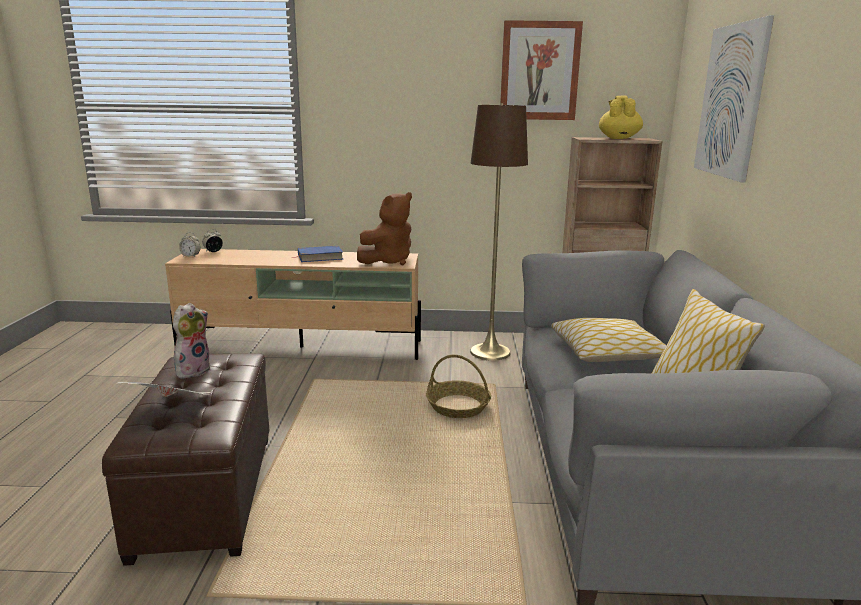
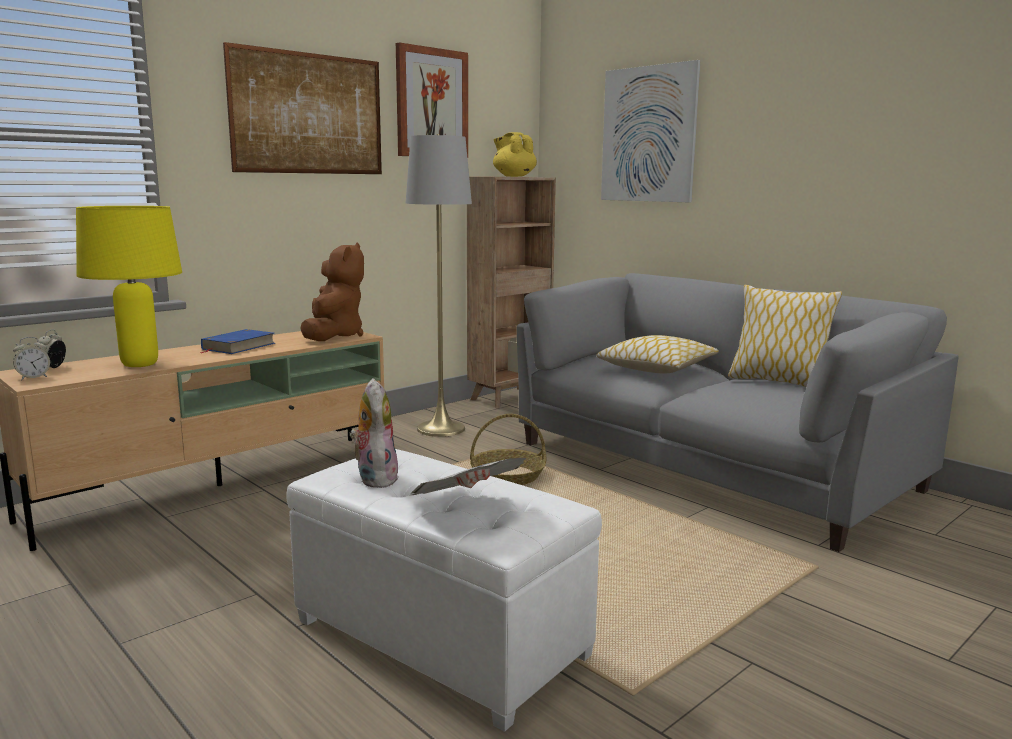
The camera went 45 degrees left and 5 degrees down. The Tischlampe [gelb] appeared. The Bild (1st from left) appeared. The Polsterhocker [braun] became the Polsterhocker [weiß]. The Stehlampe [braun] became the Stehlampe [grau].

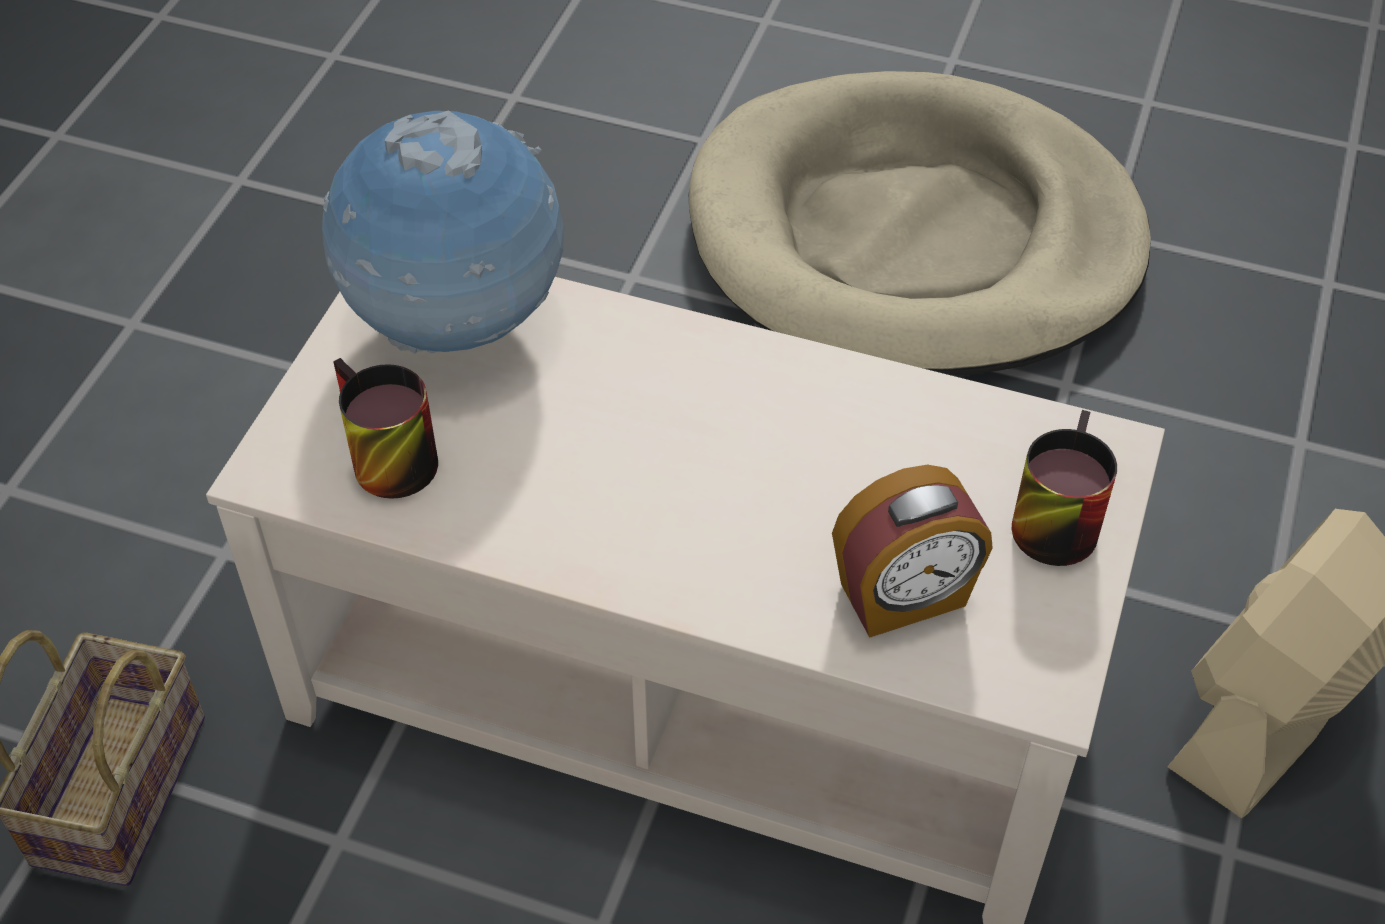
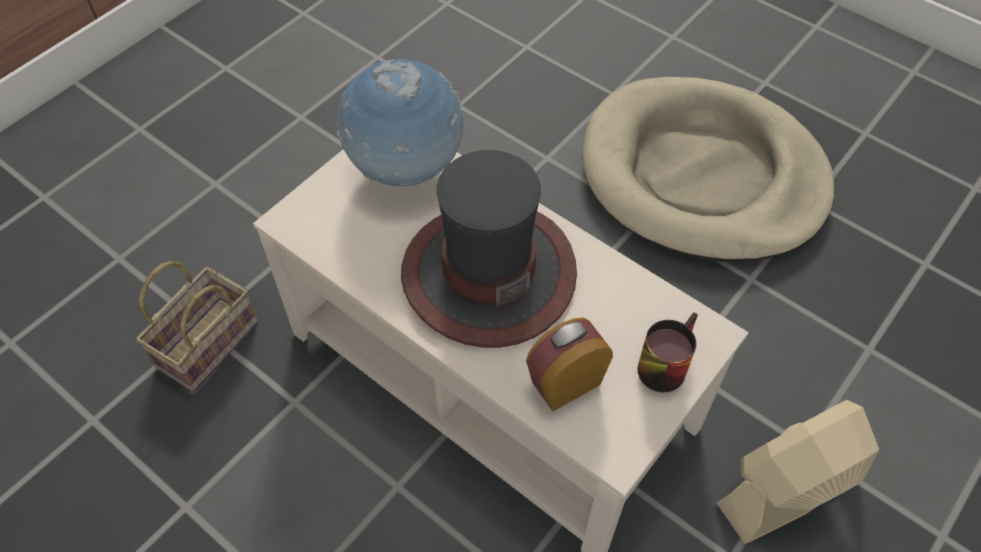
The camera went 20 degrees right and 5 degrees up. The Henkelbecher (1st from left) disappeared. The Hut appeared. The Wecker turned 150 degrees clockwise.

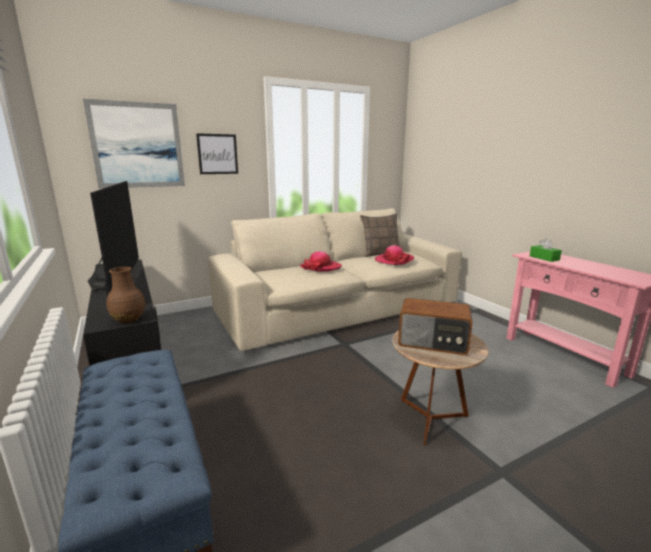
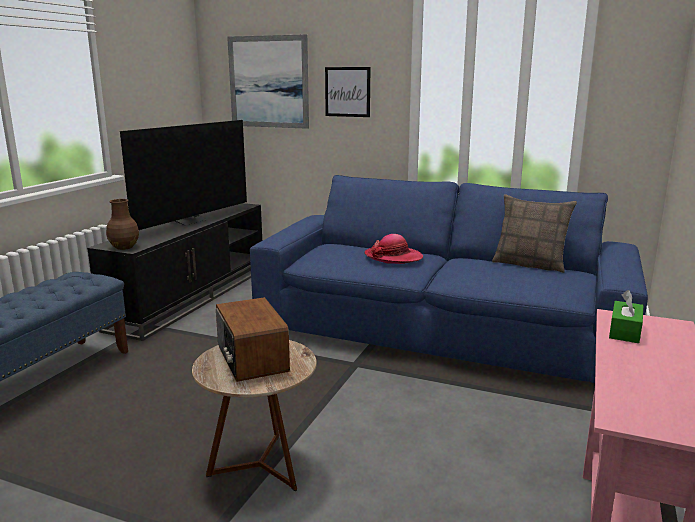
The camera went 50 degrees right and 0 degrees up. The Hut (2nd from left) disappeared. The Sofa [beige] became the Sofa [blau].

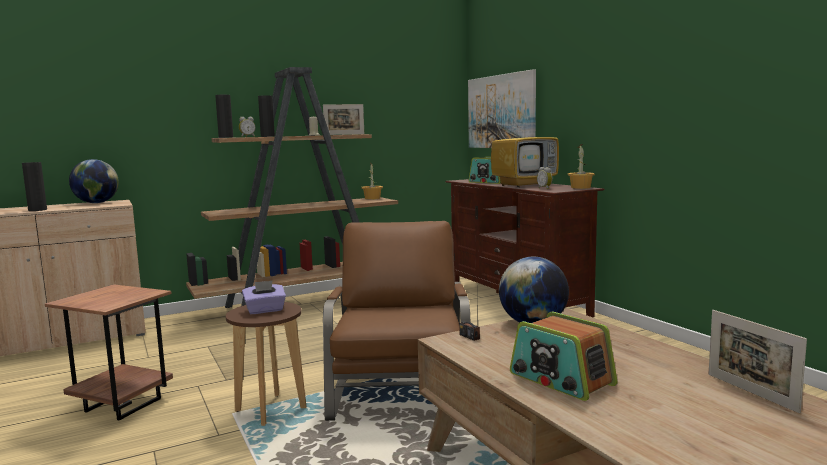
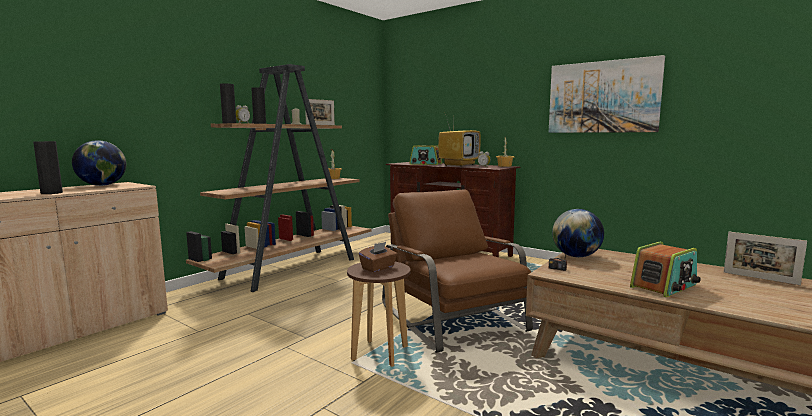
The camera went 25 degrees left and 0 degrees up. The Beistelltisch [braun] disappeared. The Bild moved. The Taschentuchbox [lila] became the Taschentuchbox [braun]. The Radio (3rd from left) turned 60 degrees counterclockwise.

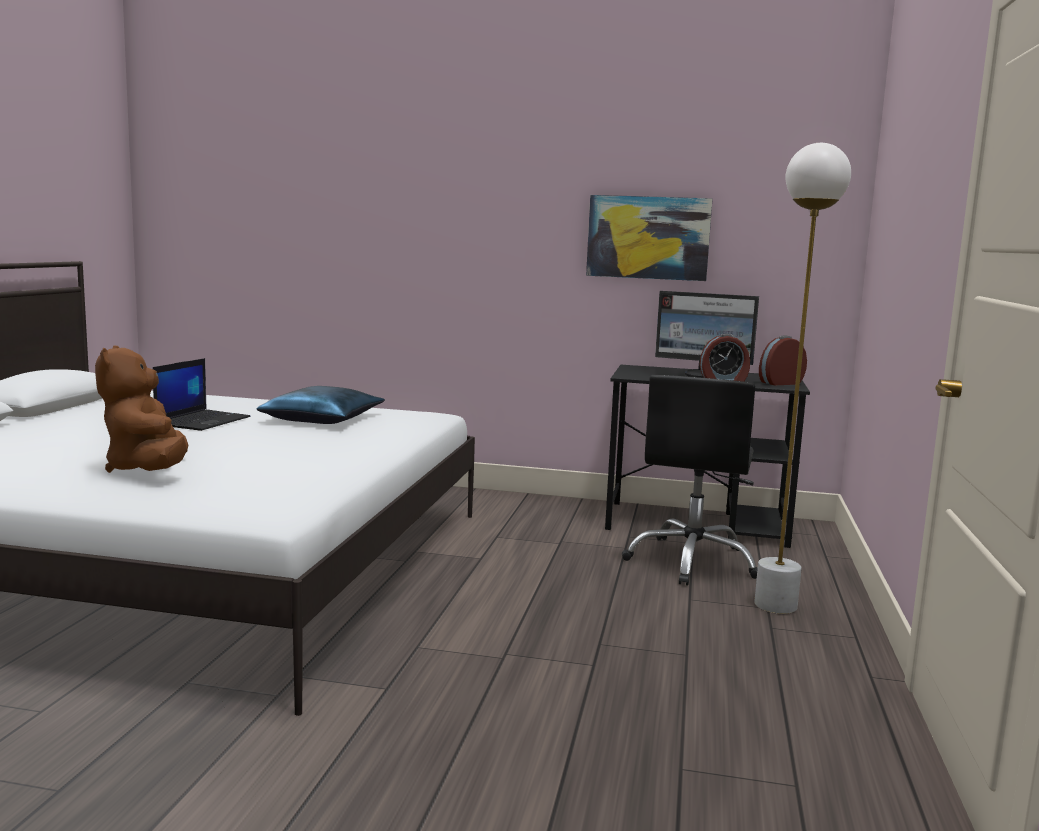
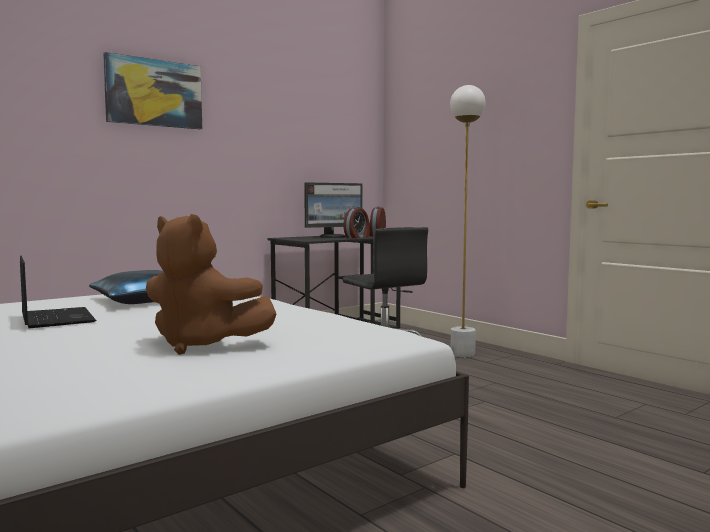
The camera went 50 degrees left and 5 degrees down. The Bild moved.

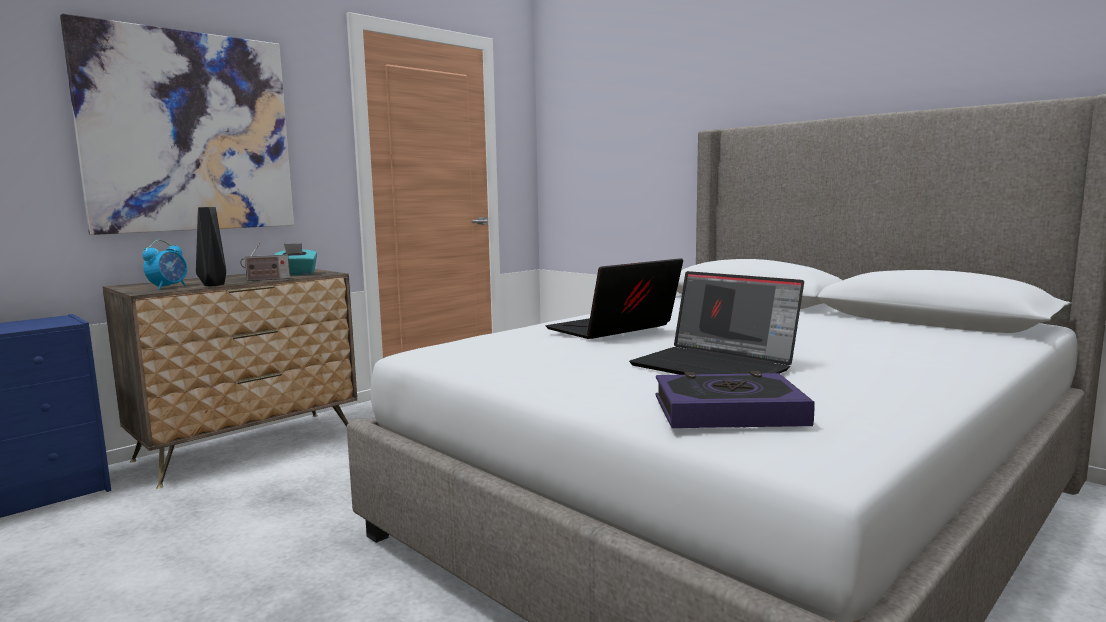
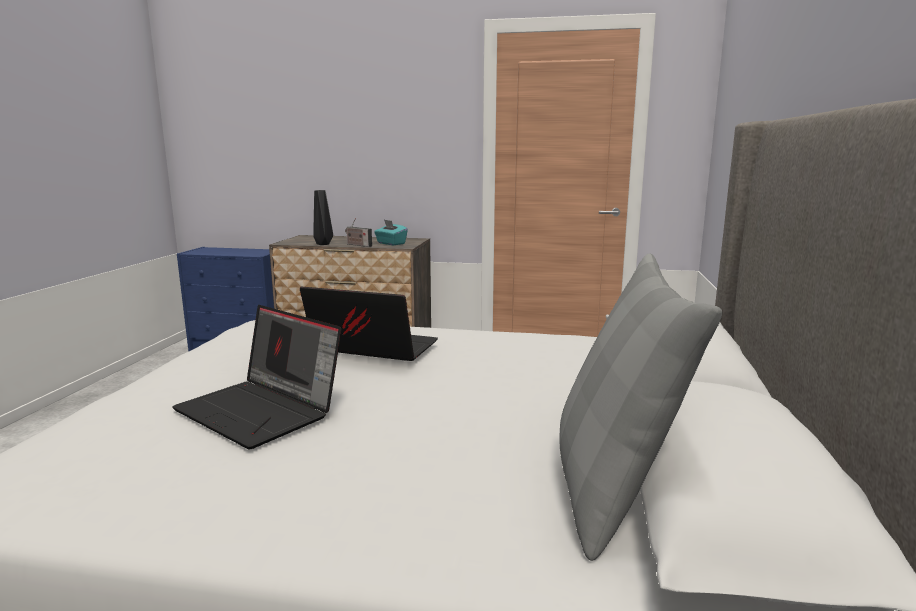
The camera went 55 degrees right and 5 degrees up. The Bild disappeared. The Wecker disappeared. The Buch disappeared. The Kissen [grau] appeared. The Laptop (2nd from left in the first image) turned 60 degrees counterclockwise.

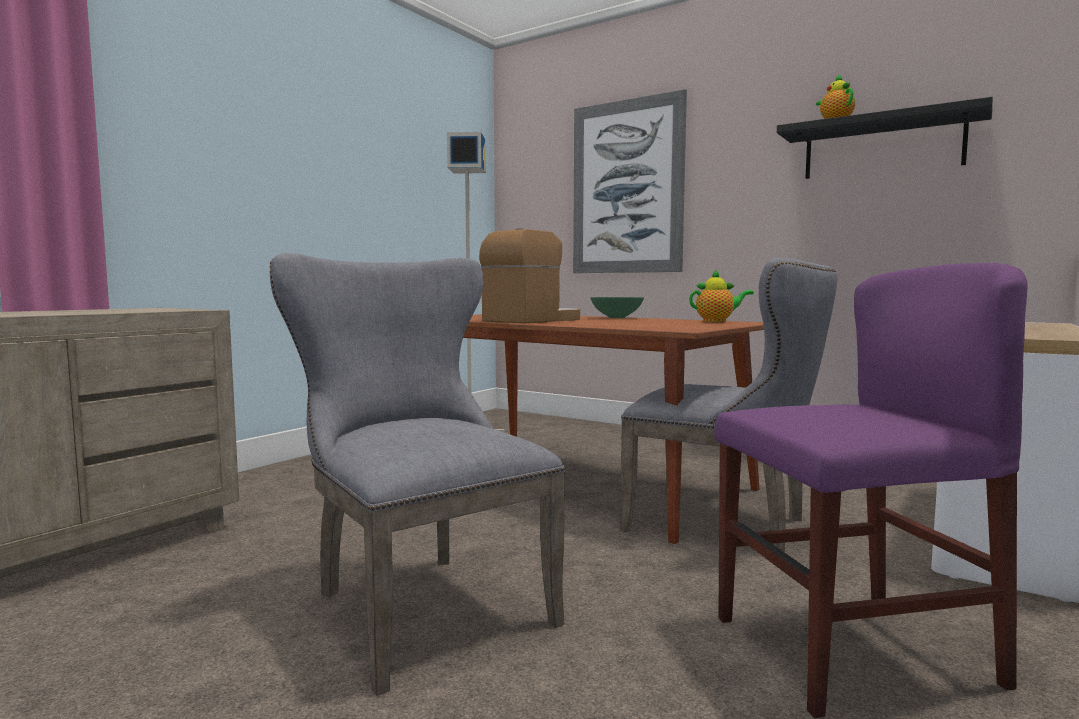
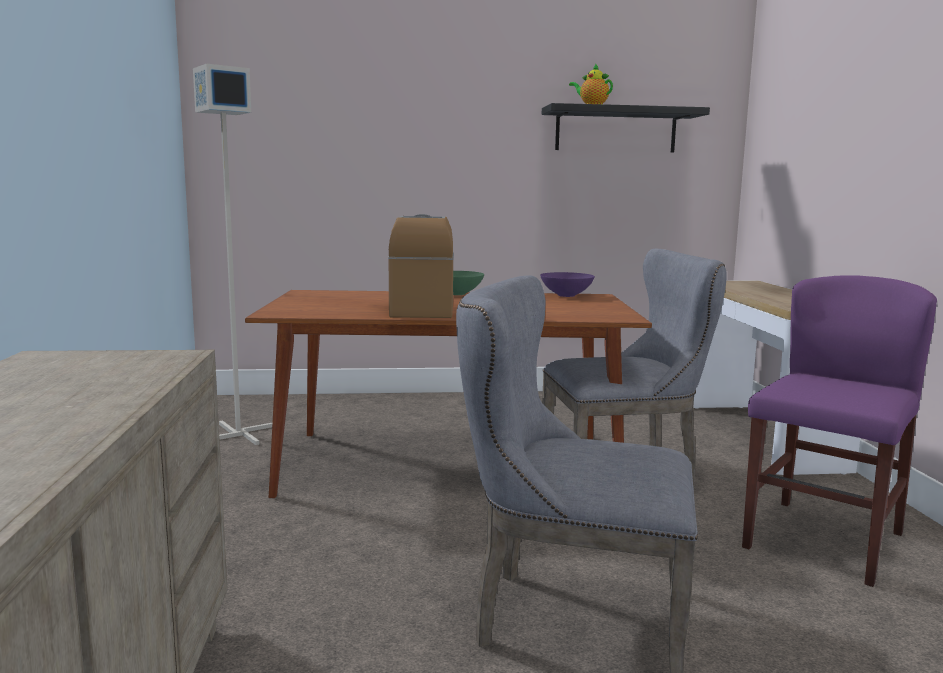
The camera went 40 degrees left and 5 degrees up. The Bild disappeared. The Teekanne (1st from left) was replaced by the Schüssel [lila].

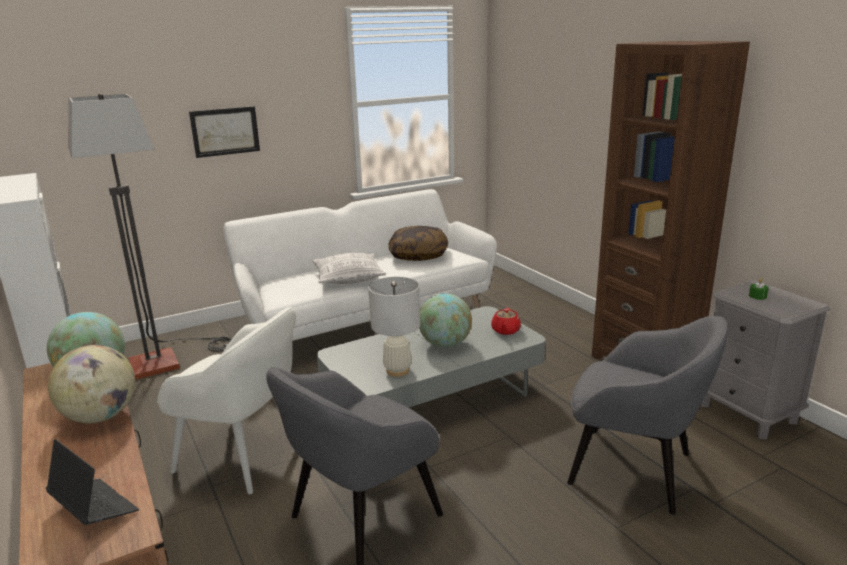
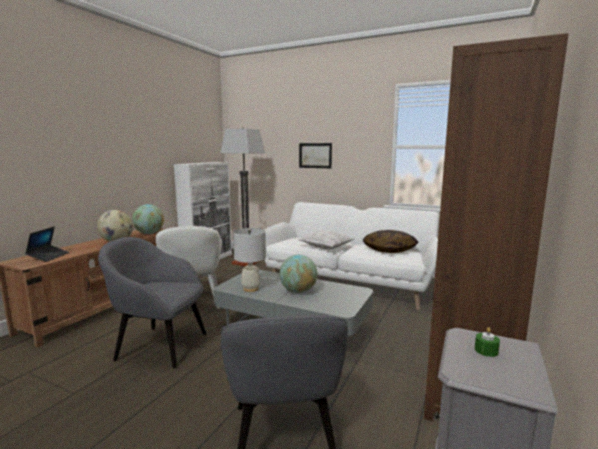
The camera went 55 degrees right and 10 degrees down. The Teekanne [rot] disappeared.

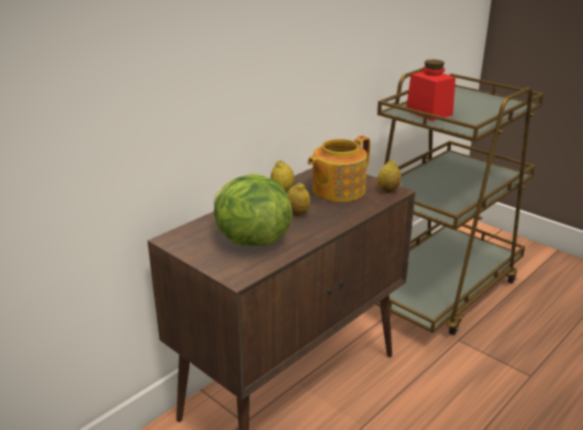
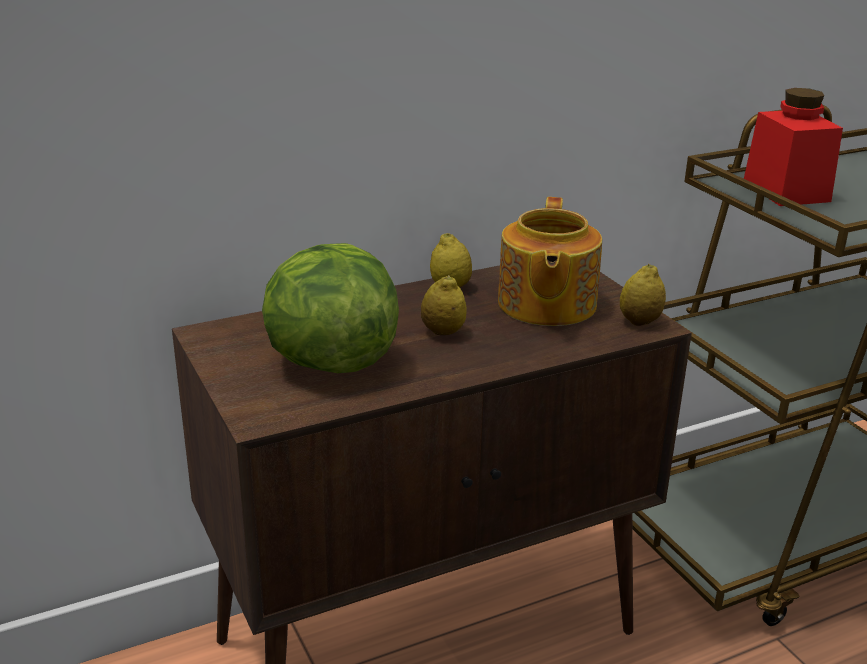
The camera went 20 degrees right and 0 degrees up. The Teekanne turned 60 degrees counterclockwise.

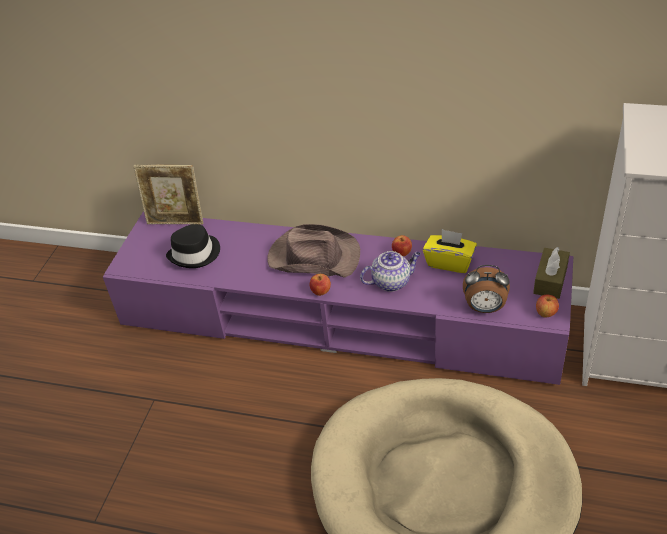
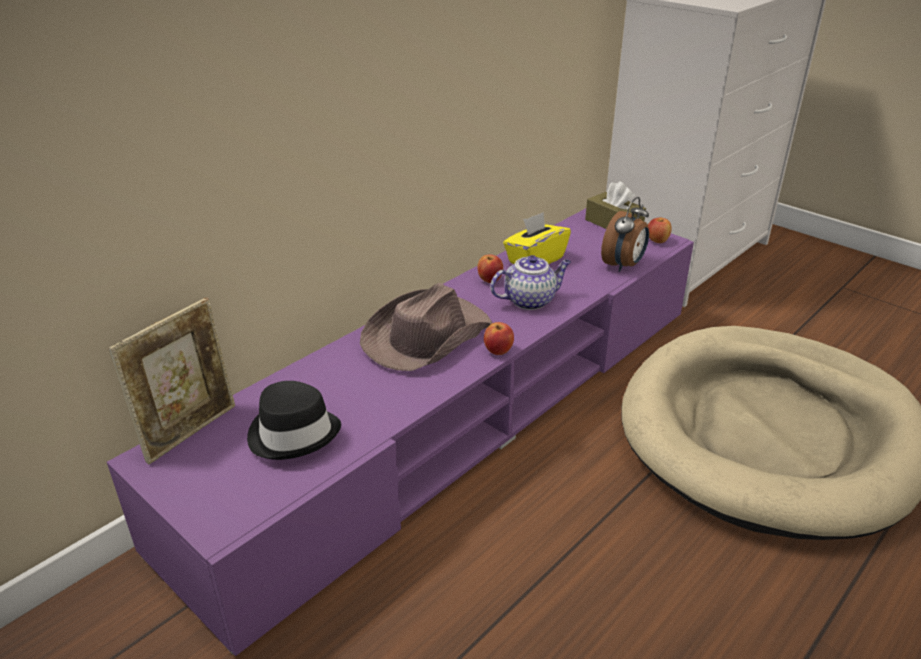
The camera went 65 degrees left and 10 degrees down. The Teekanne turned 60 degrees clockwise.

